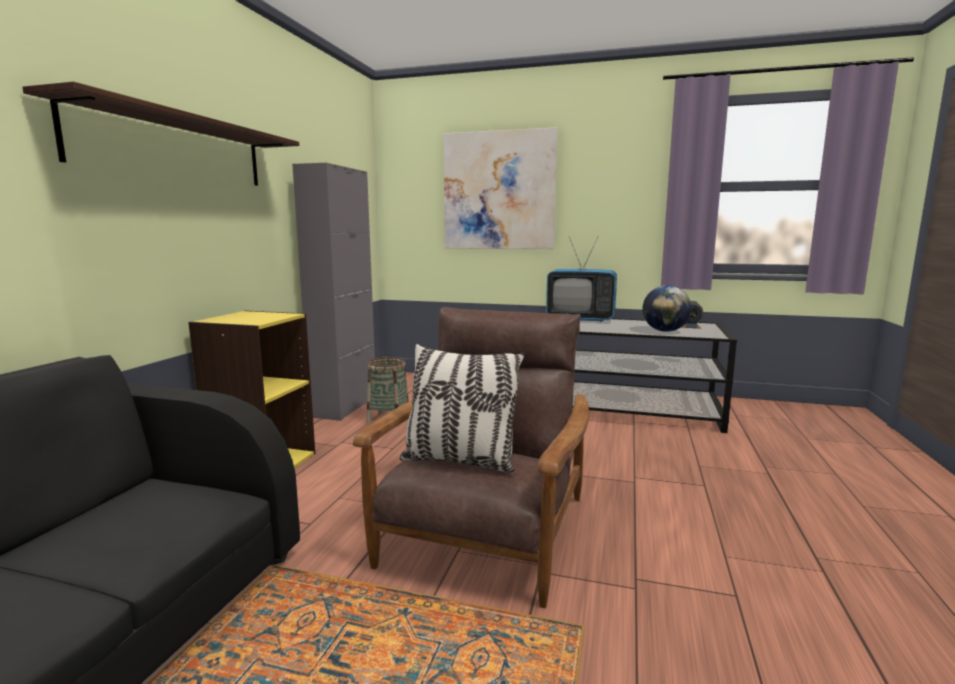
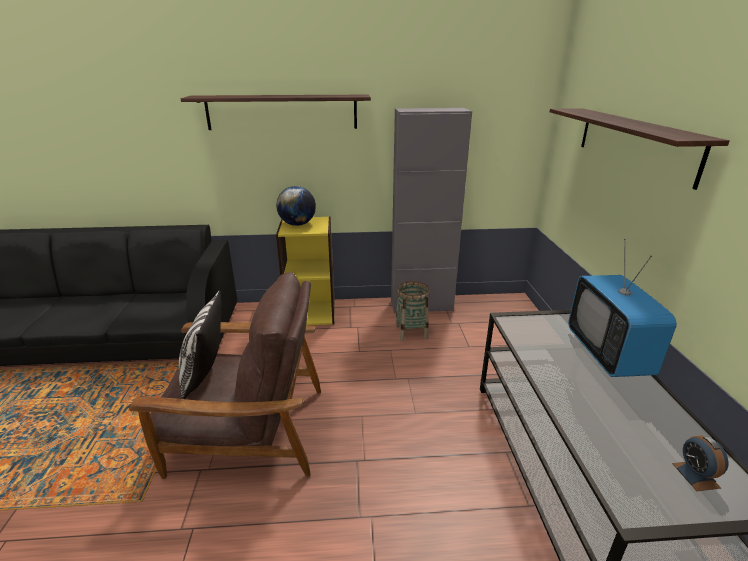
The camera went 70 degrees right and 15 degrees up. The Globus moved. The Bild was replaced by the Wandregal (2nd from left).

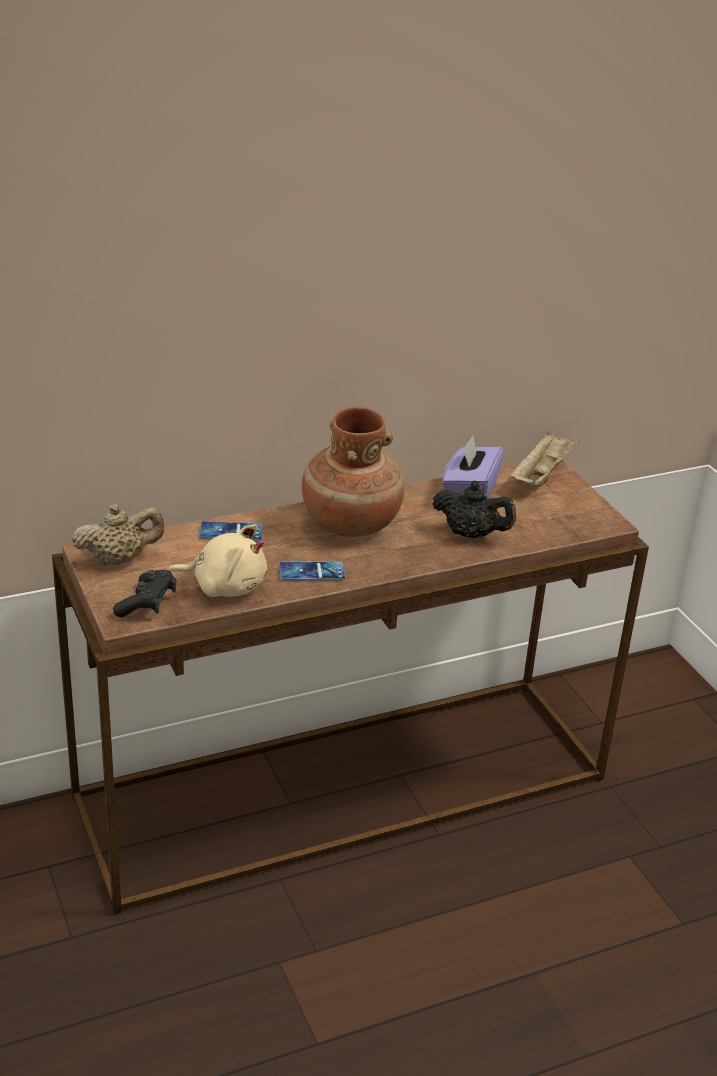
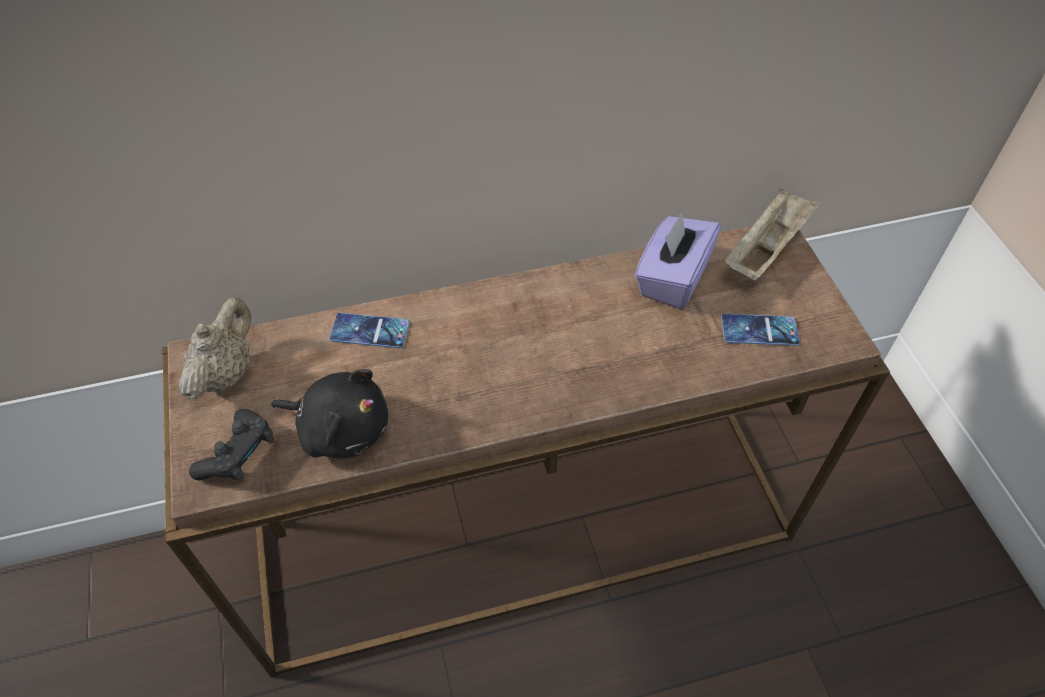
The camera went 10 degrees right and 20 degrees up. The Vase [braun] disappeared. The Teekanne [schwarz] disappeared. The Handy (2nd from left) moved. The Plüschtier [beige] became the Plüschtier [schwarz]. The Teekanne [beige] turned 60 degrees counterclockwise.

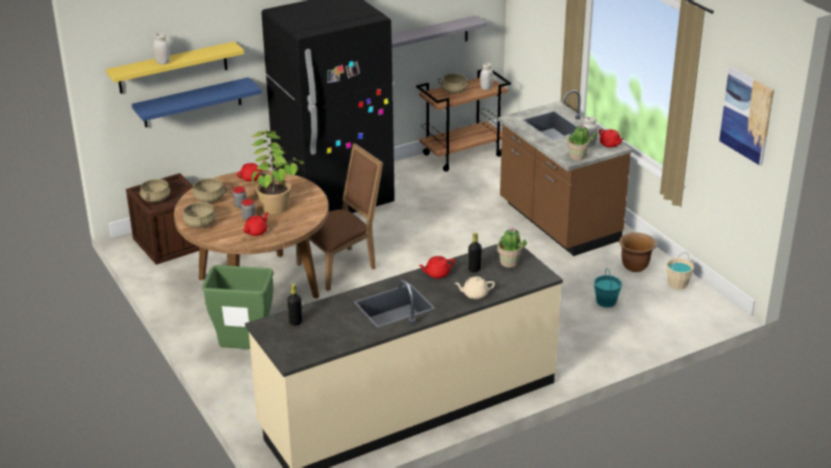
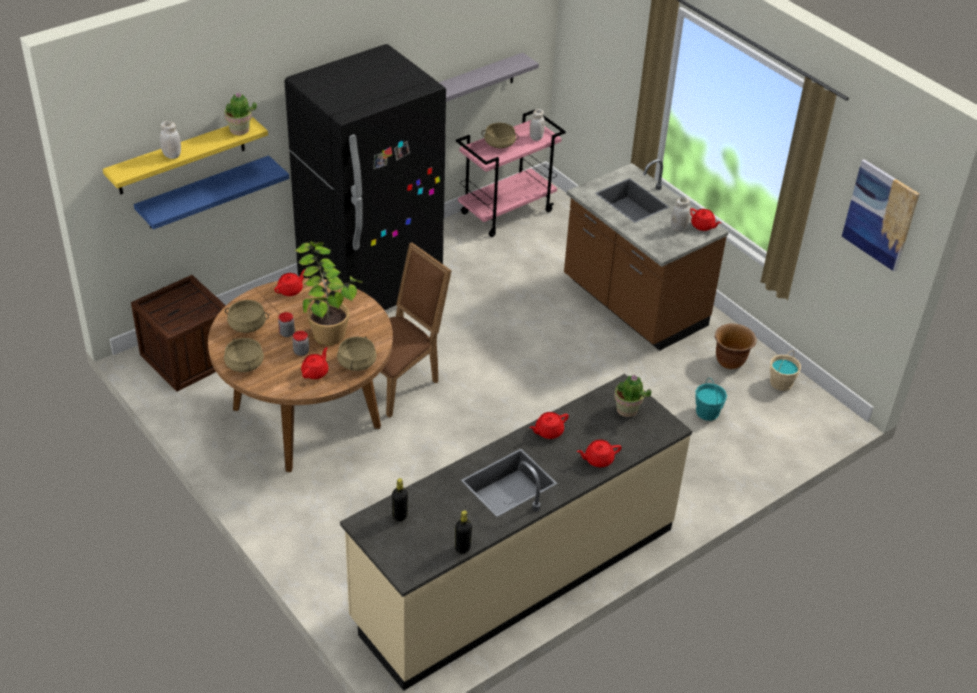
The camera went 10 degrees left and 10 degrees up. The Mülleimer [grün] disappeared. The Kochtopf [beige] (1st from left in the first image) moved. The Flasche [schwarz] (2nd from left) moved. The Topfpflanze (3rd from left in the first image) moved. The Rollwagen [braun] became the Rollwagen [rosa]. The Teekanne [beige] became the Teekanne [rot] (4th from left).

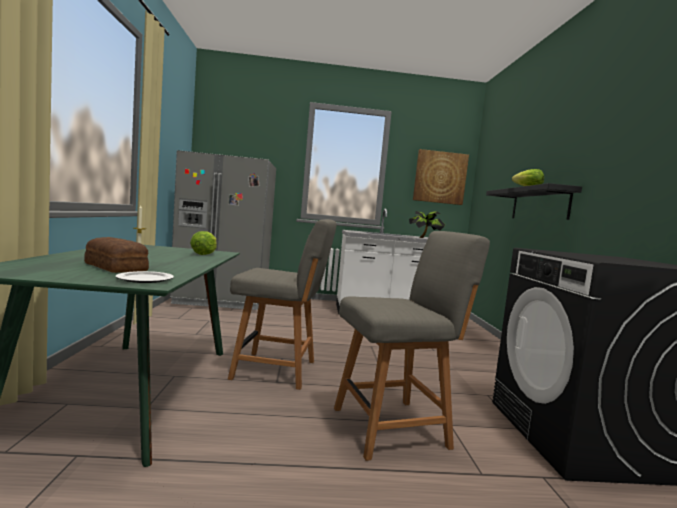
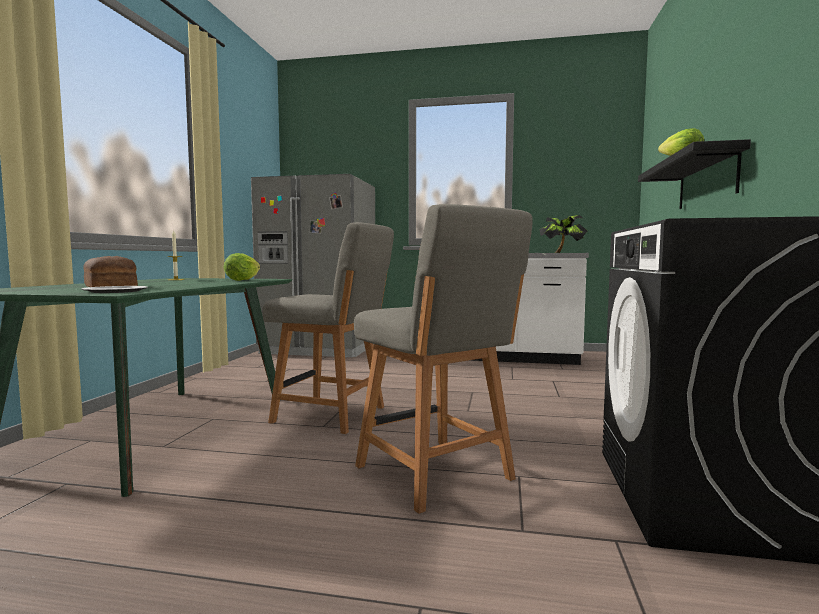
The camera went 15 degrees right and 0 degrees up. The Bild disappeared. The Stuhl [grau] (2nd from left) turned 60 degrees clockwise.

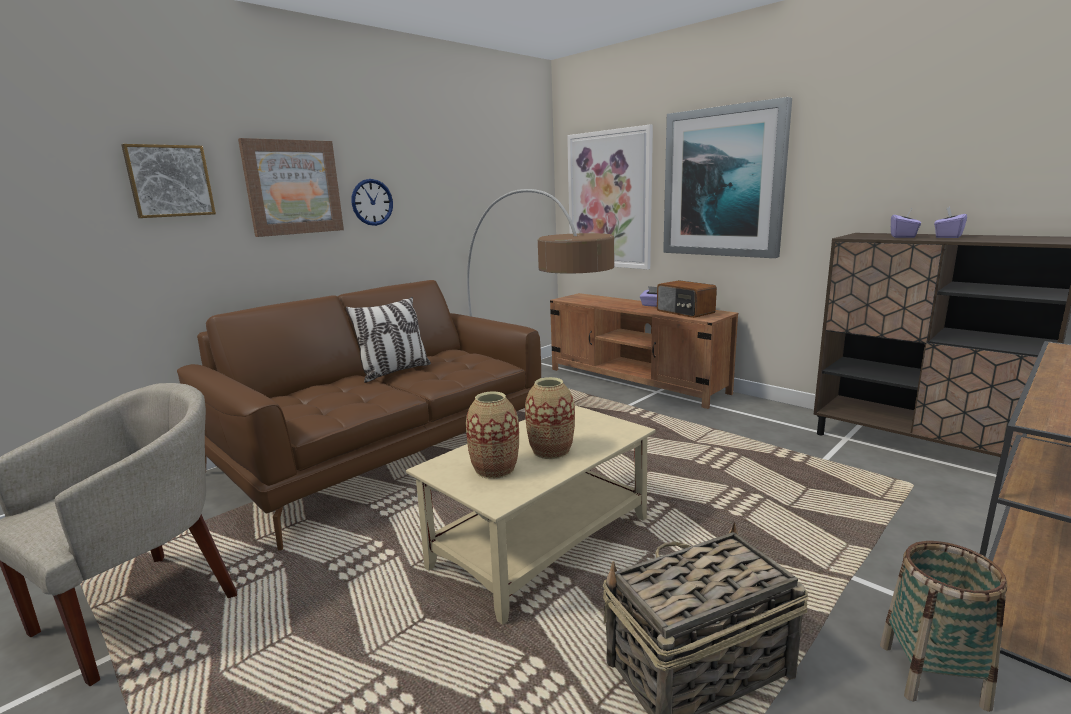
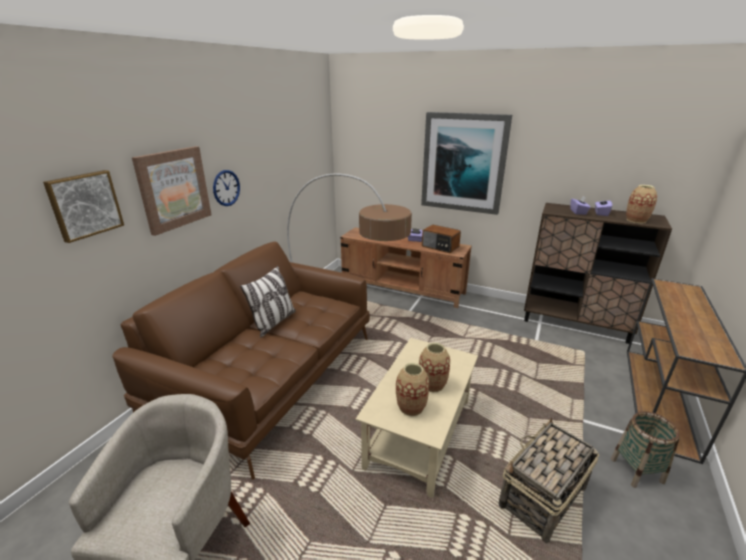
The camera went 20 degrees left and 10 degrees up. The Bild (3rd from left) disappeared. The Vase (3rd from left) appeared.

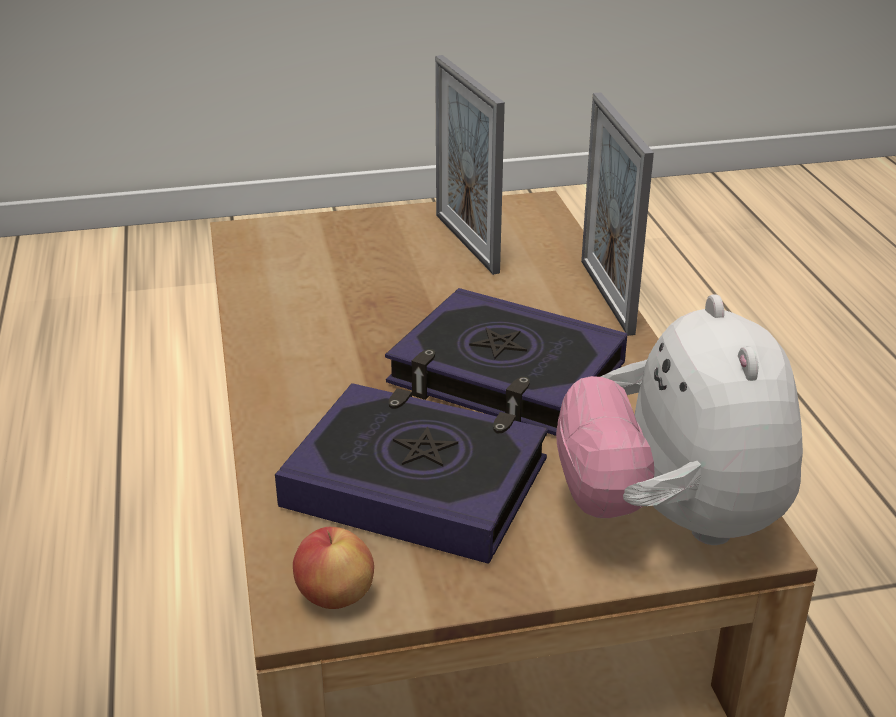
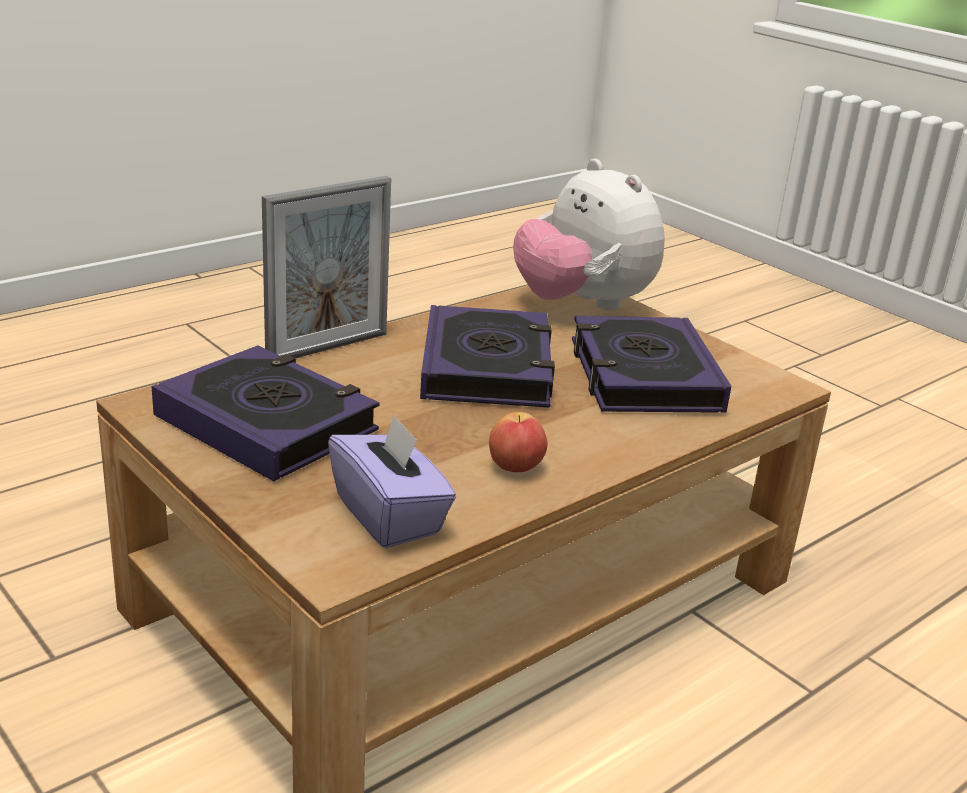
The camera went 120 degrees left and 5 degrees down. The Taschentuchbox [lila] appeared. The Apfel moved. The Bilderrahmen (1st from left) was replaced by the Buch (1st from left). The Plüschtier turned 90 degrees clockwise.

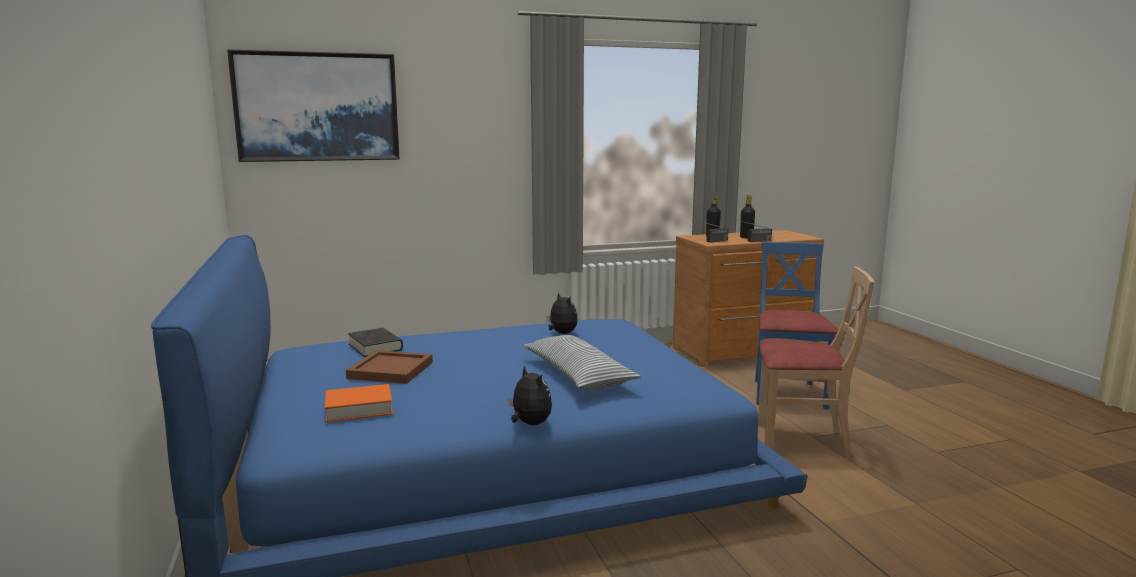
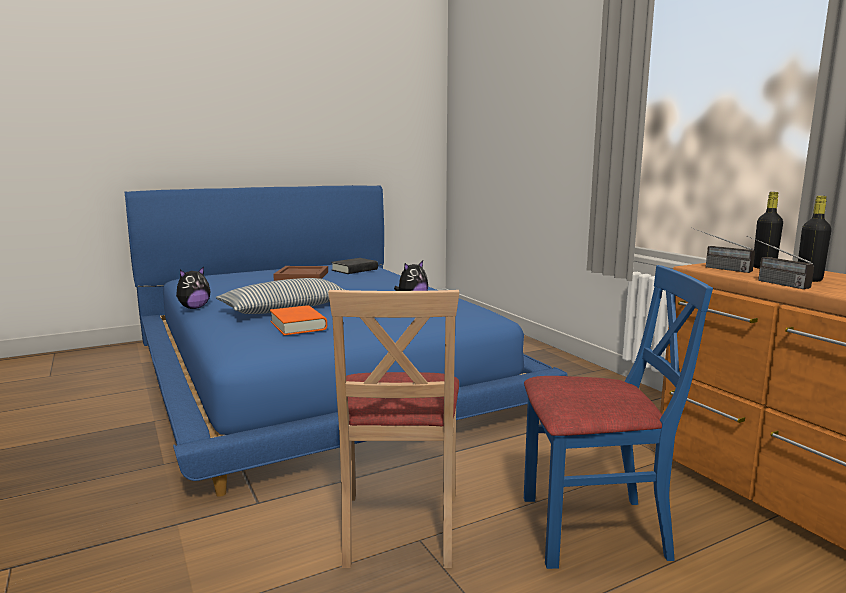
The camera went 80 degrees right and 0 degrees up. The Bild disappeared. The Buch [orange] moved.

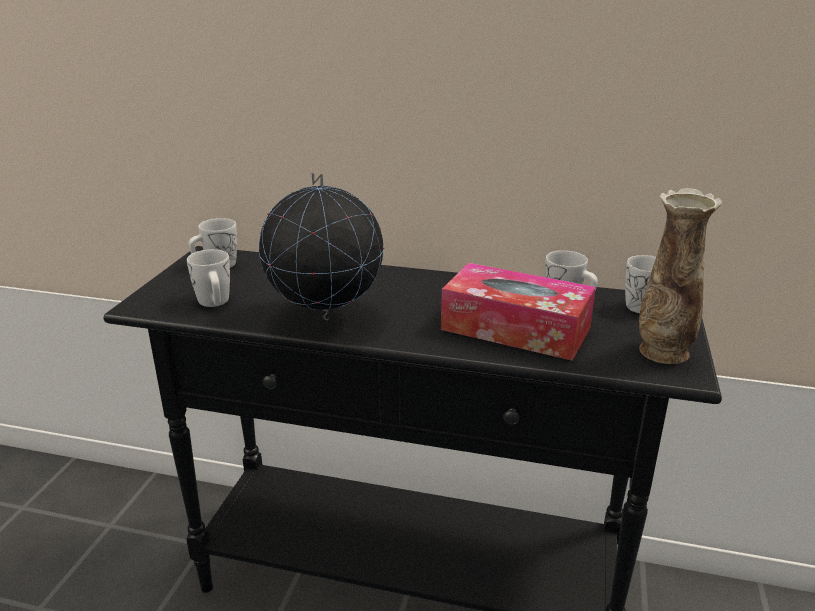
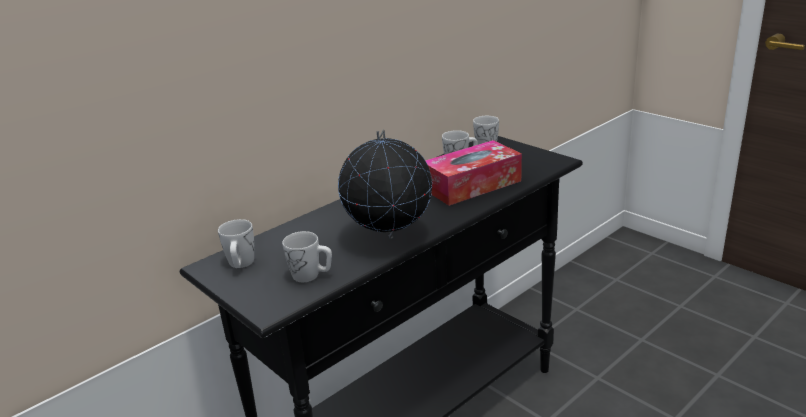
The camera went 55 degrees left and 0 degrees up. The Vase disappeared.

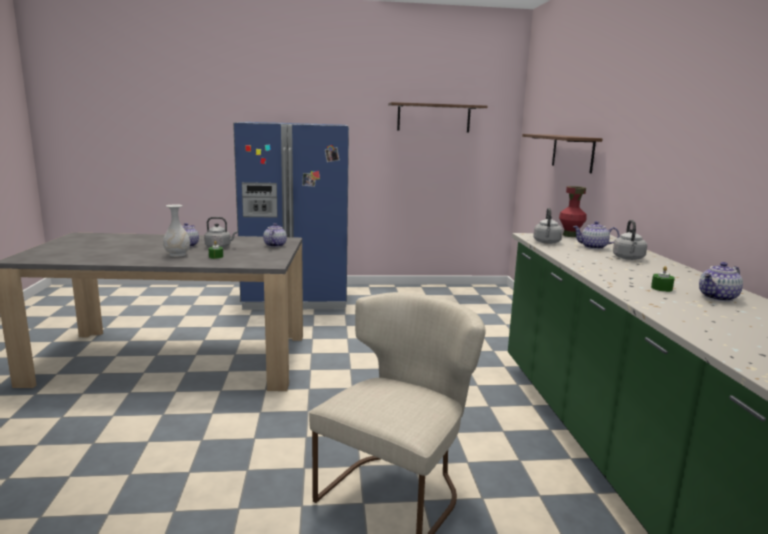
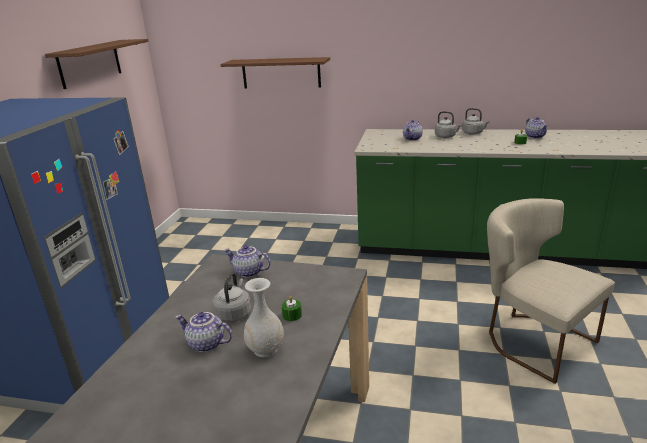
The camera went 70 degrees left and 10 degrees up. The Vase [rot] disappeared. The Wasserkessel [grau] (2nd from left in the first image) moved.

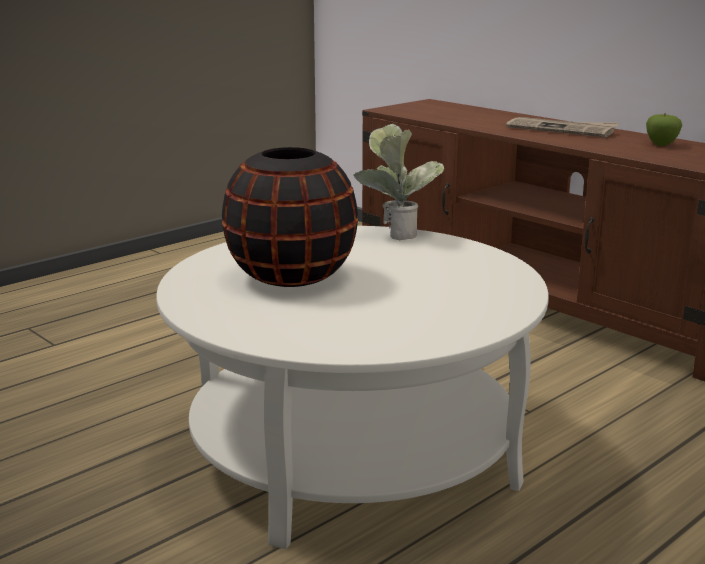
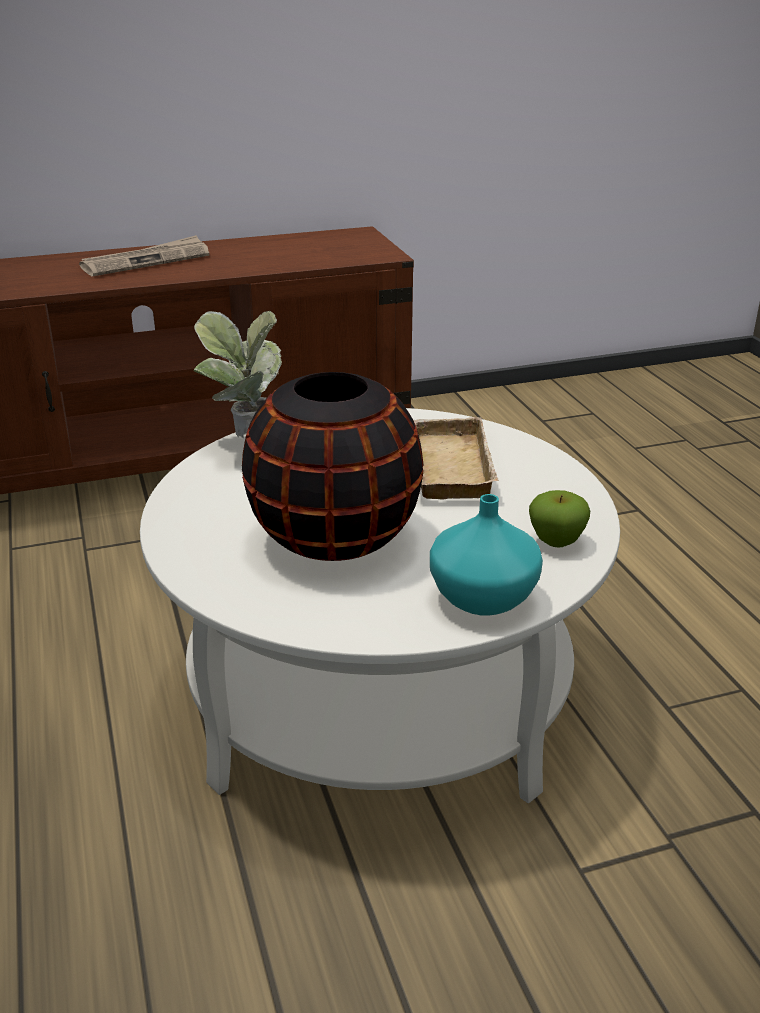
The camera went 65 degrees left and 10 degrees up. The Tablett [beige] appeared. The Vase [türkis] appeared. The Apfel moved.

